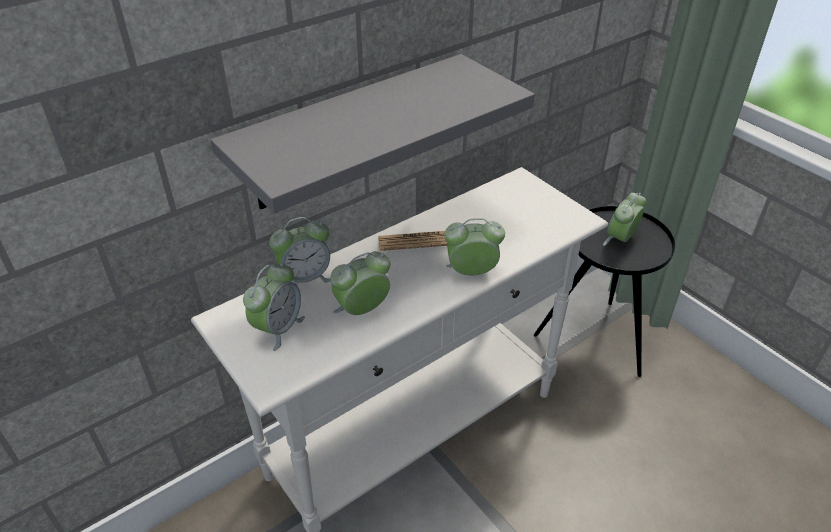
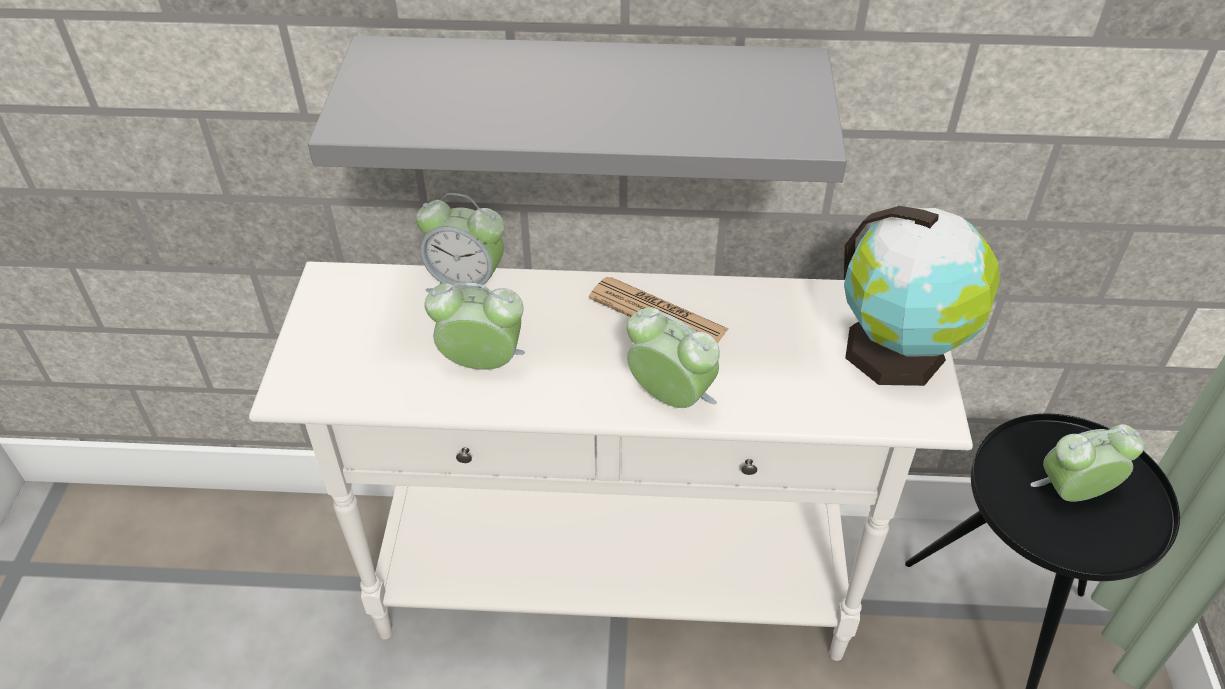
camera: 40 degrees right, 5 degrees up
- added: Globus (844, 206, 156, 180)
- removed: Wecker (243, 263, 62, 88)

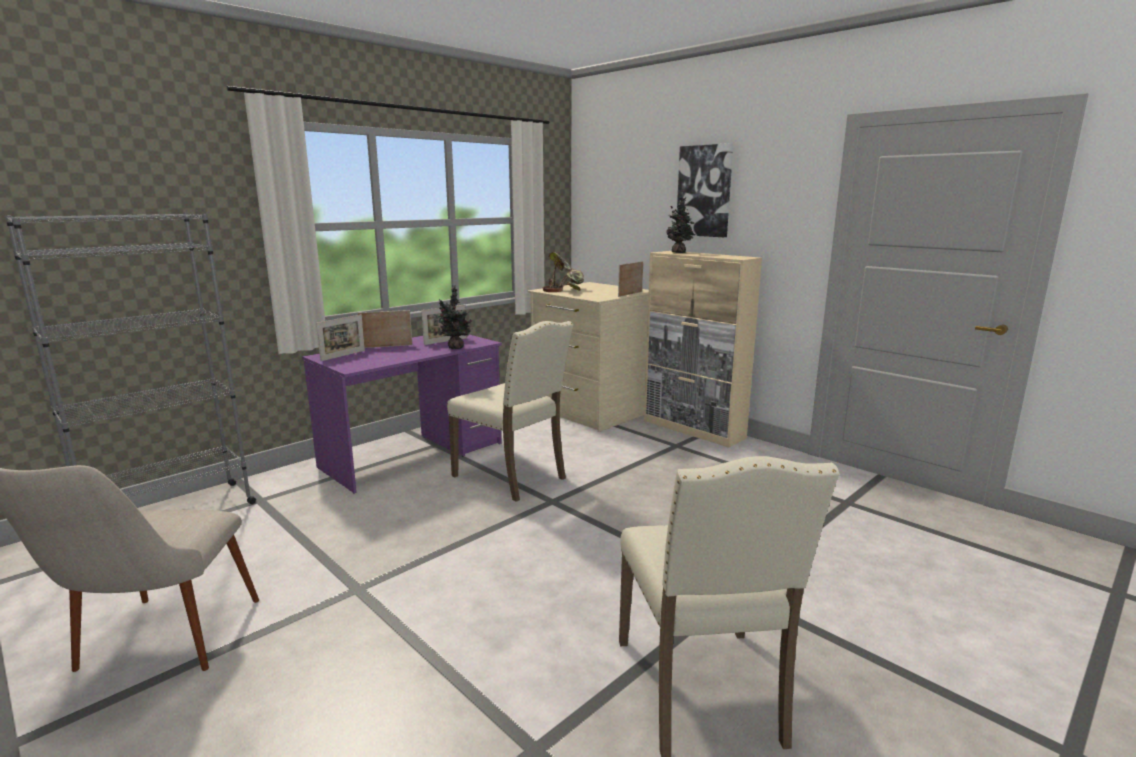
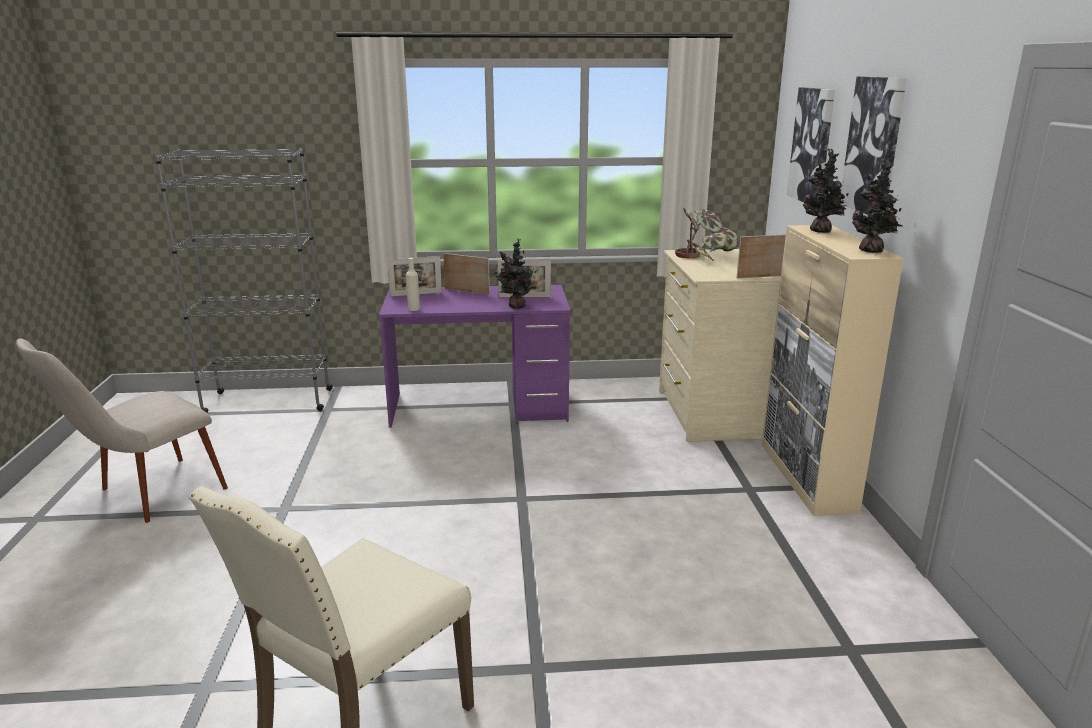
camera: 40 degrees right, 5 degrees up
- added: Flasche [beige] (406, 258, 14, 53)
- added: Bild (787, 87, 48, 116)
- added: Topfpflanze (852, 159, 51, 94)
- removed: Stuhl [beige] (447, 321, 127, 181)

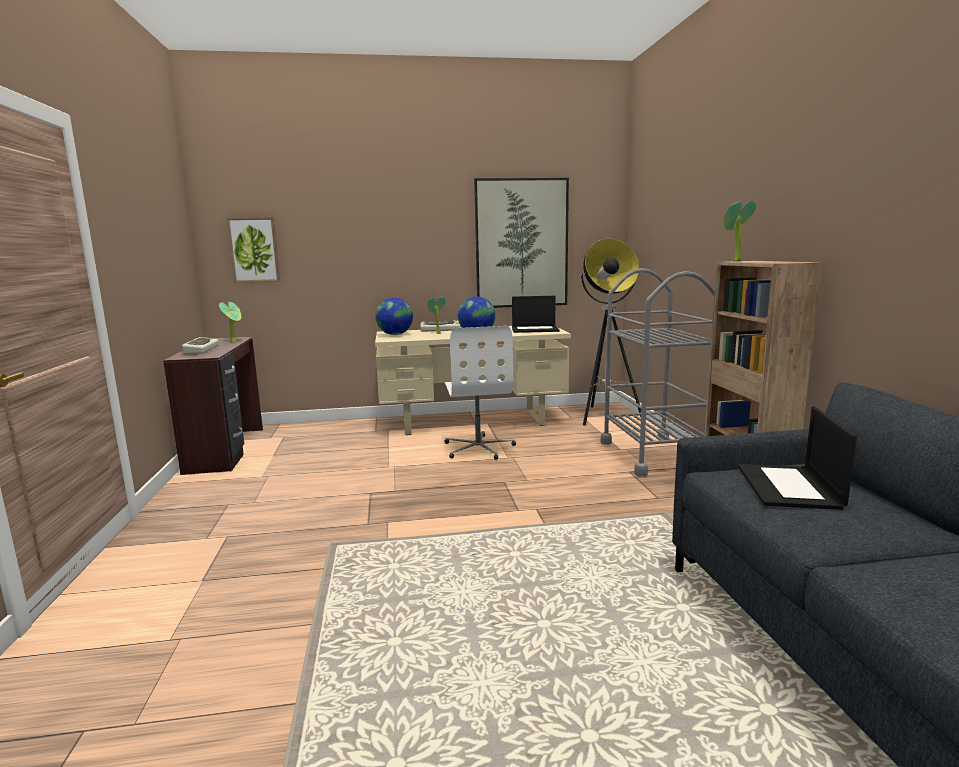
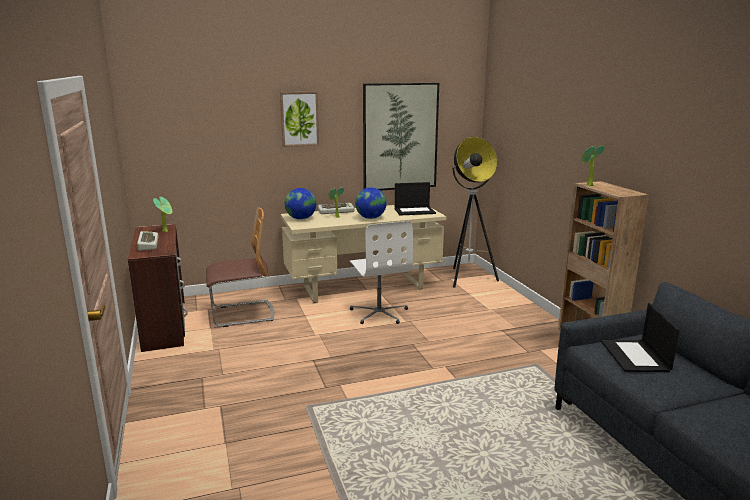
camera: 10 degrees left, 5 degrees up
- added: Stuhl (206, 207, 68, 120)
- moved: Bild (226, 217, 54, 66) to (280, 92, 39, 55)
- removed: Rollwagen [grau] (601, 268, 114, 208)

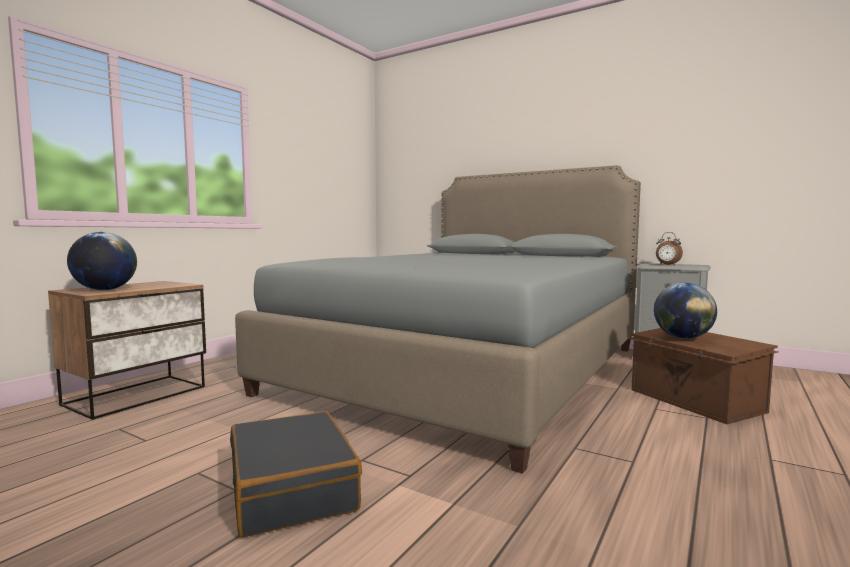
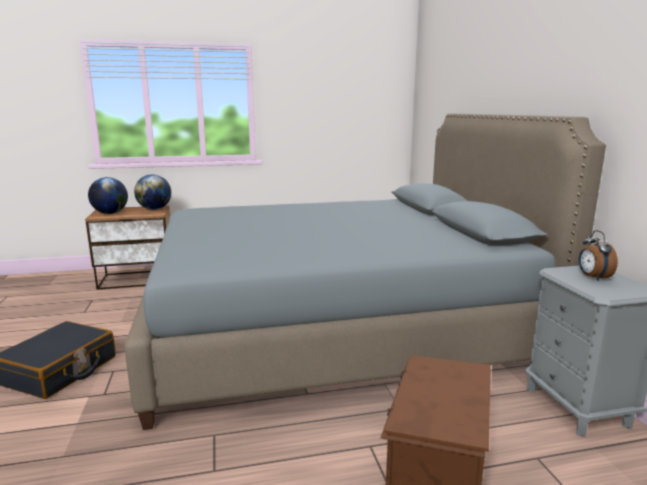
camera: 45 degrees right, 10 degrees up
- moved: Globus (654, 283, 63, 56) to (134, 175, 37, 35)

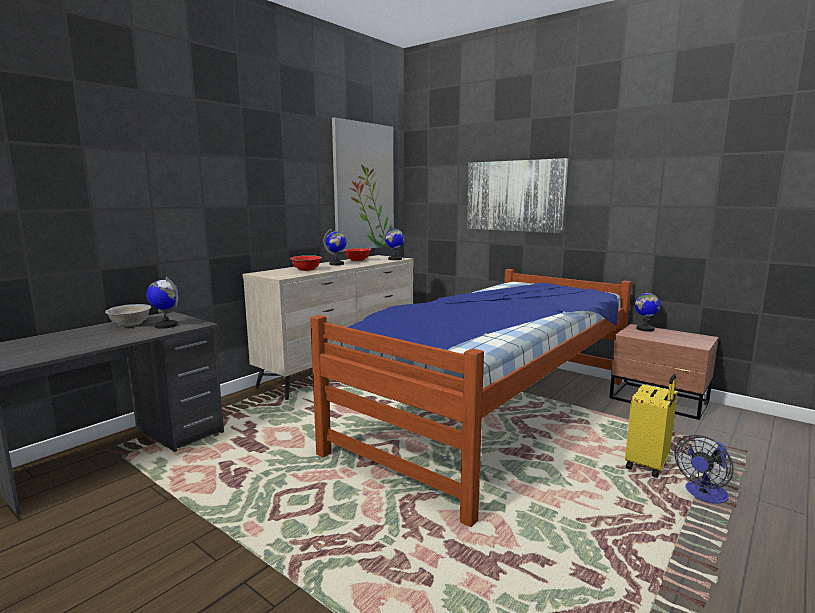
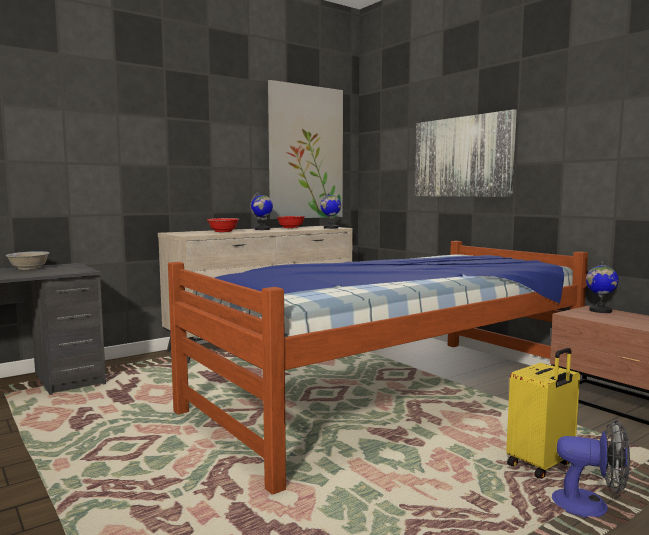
camera: 15 degrees right, 5 degrees down
- turned: Ventilator (674, 435, 60, 69) = (552, 420, 78, 97) 135 degrees counterclockwise
- removed: Globus (146, 277, 33, 52)

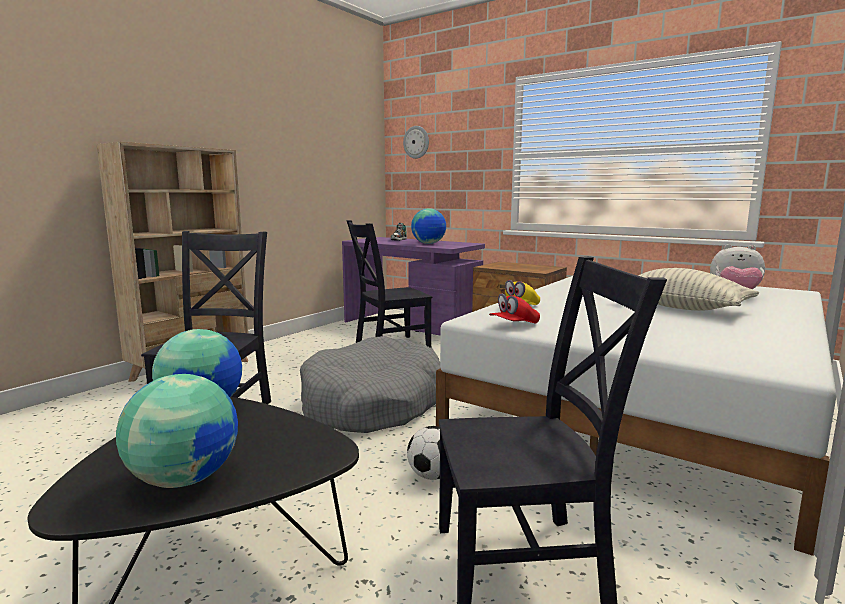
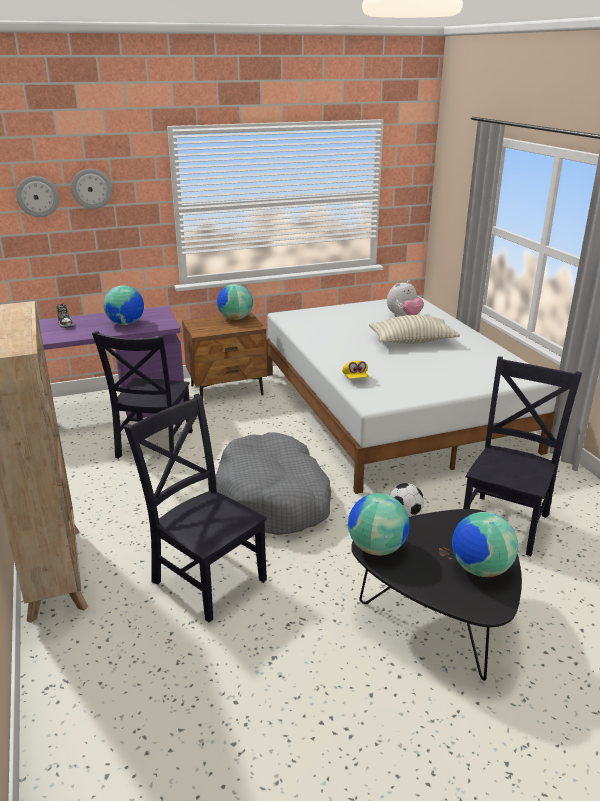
camera: 55 degrees left, 15 degrees up
- added: Wanduhr (71, 169, 41, 40)
- added: Globus (217, 284, 36, 36)
- removed: Kappe [rot] (489, 293, 51, 31)

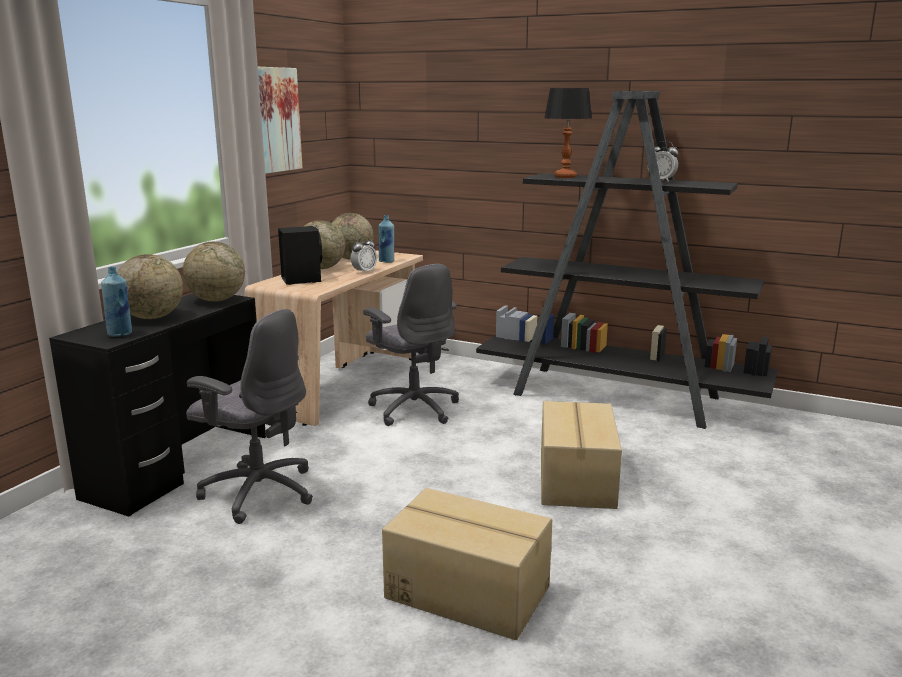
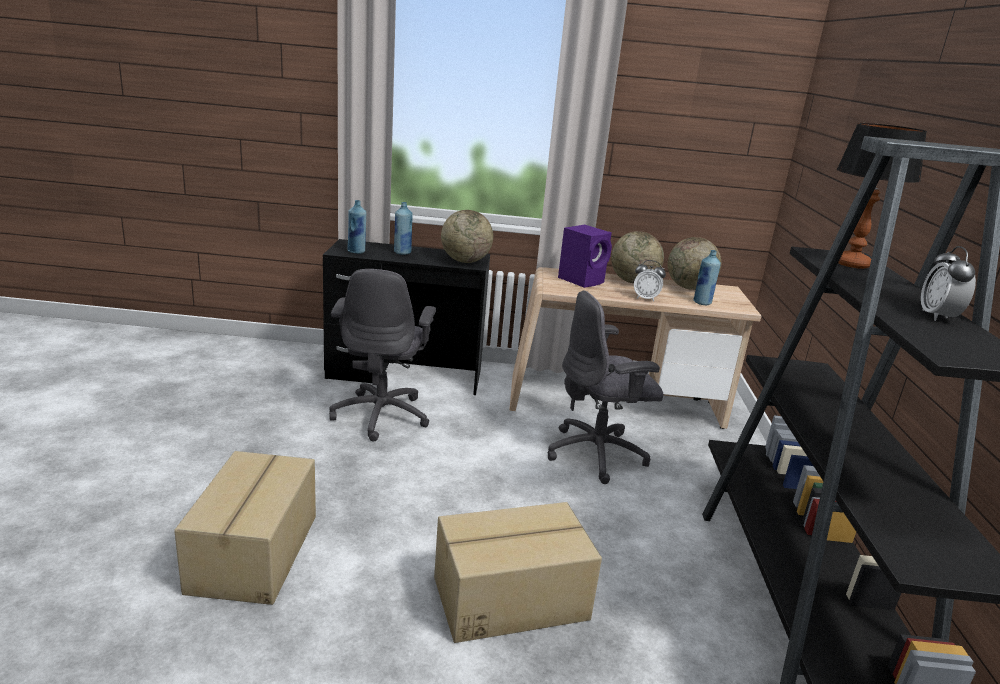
camera: 65 degrees right, 5 degrees up
- replaced: Globus (117, 254, 66, 65) to Flasche [blau] (394, 202, 19, 53)
- turned: Bürostuhl [grau] (363, 264, 96, 162) = (547, 291, 116, 193) 45 degrees clockwise
- recoloured: Lautsprecher [schwarz] (278, 226, 44, 59) to Lautsprecher [lila] (558, 225, 54, 63)
- removed: Bild (258, 67, 44, 107)

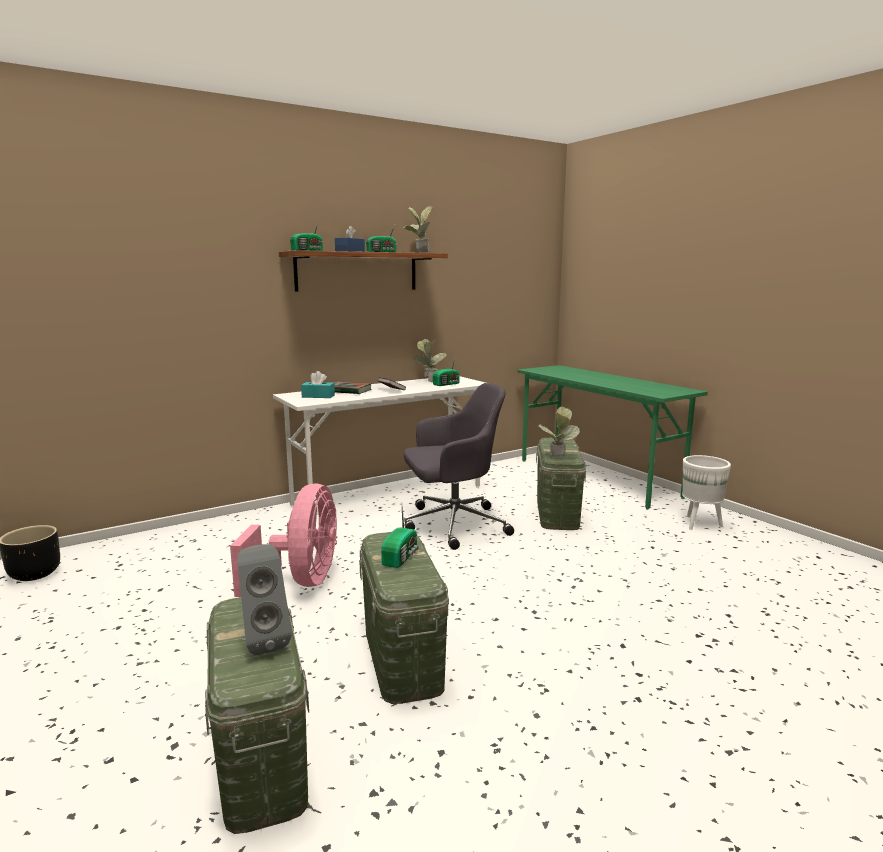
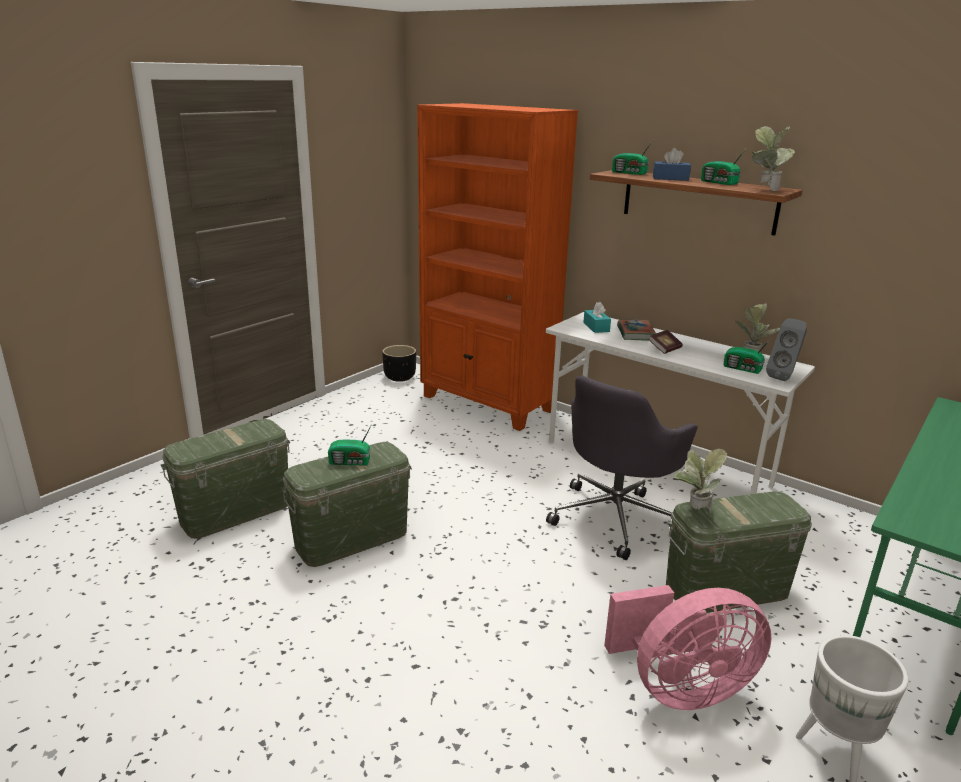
camera: 70 degrees right, 10 degrees up
- added: Bücherregal [orange] (417, 103, 161, 328)
- turned: Bürostuhl [grau] (404, 383, 110, 167) = (546, 376, 152, 184) 75 degrees clockwise
- moved: Ventilator [rosa] (230, 483, 107, 114) to (604, 585, 167, 125)
- moved: Lautsprecher [grau] (238, 544, 54, 111) to (766, 318, 41, 63)

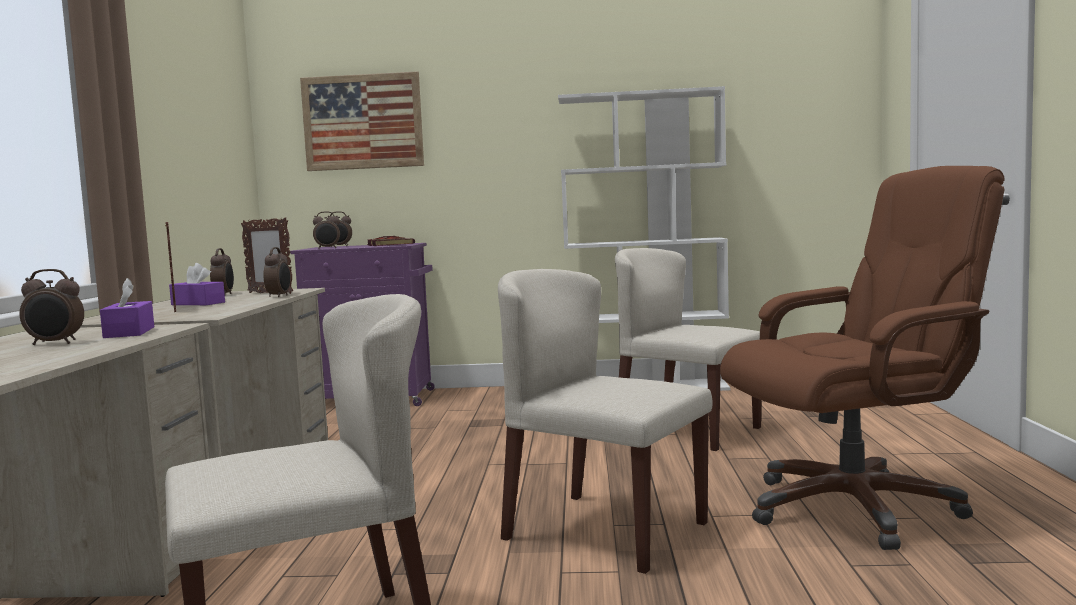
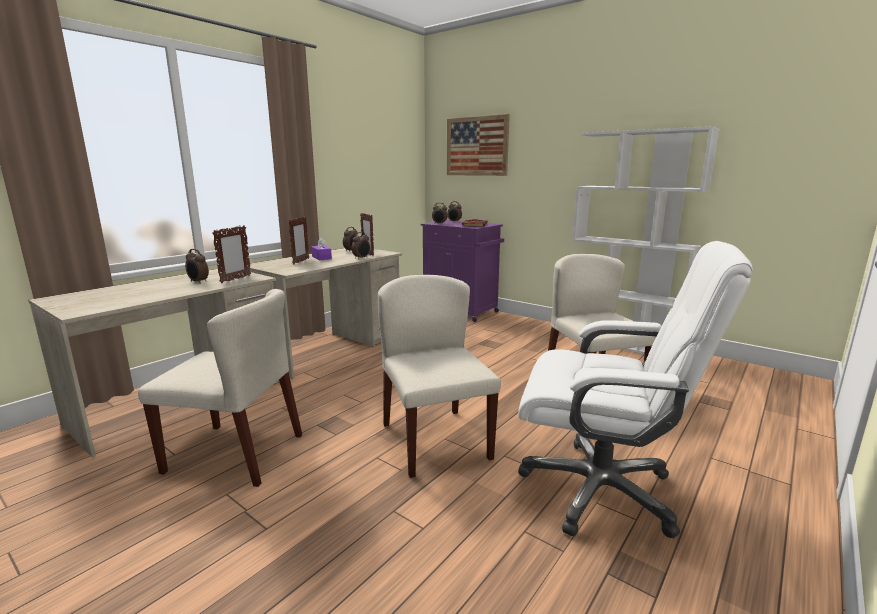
camera: 35 degrees right, 10 degrees up
- replaced: Taschentuchbox [lila] (100, 278, 54, 60) to Bilderrahmen (212, 225, 39, 58)
- recoloured: Bürostuhl [braun] (720, 166, 285, 384) to Bürostuhl [weiß] (518, 241, 235, 297)

